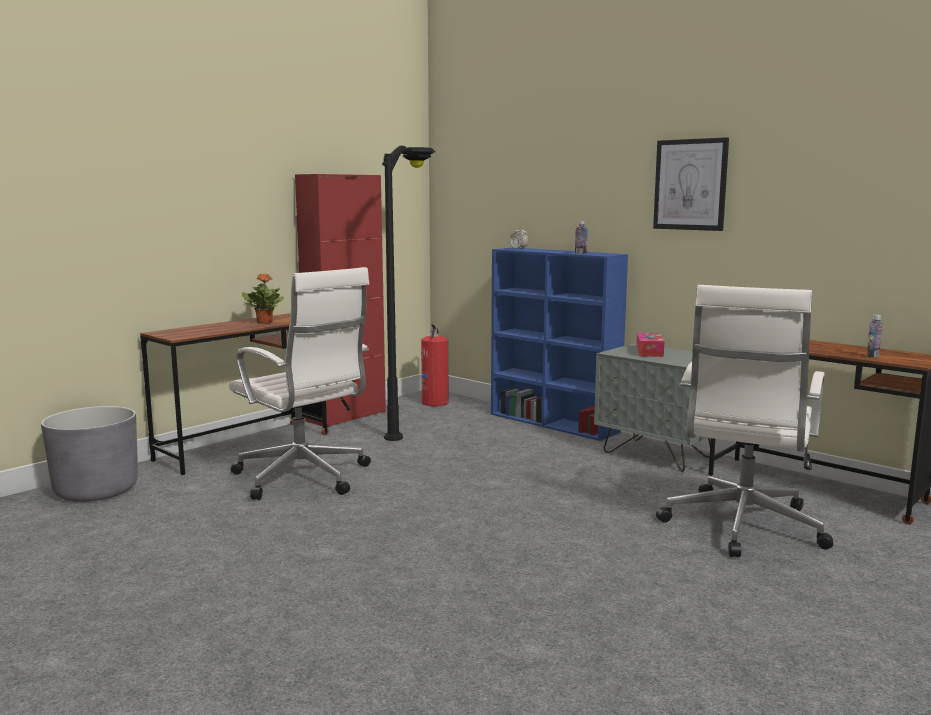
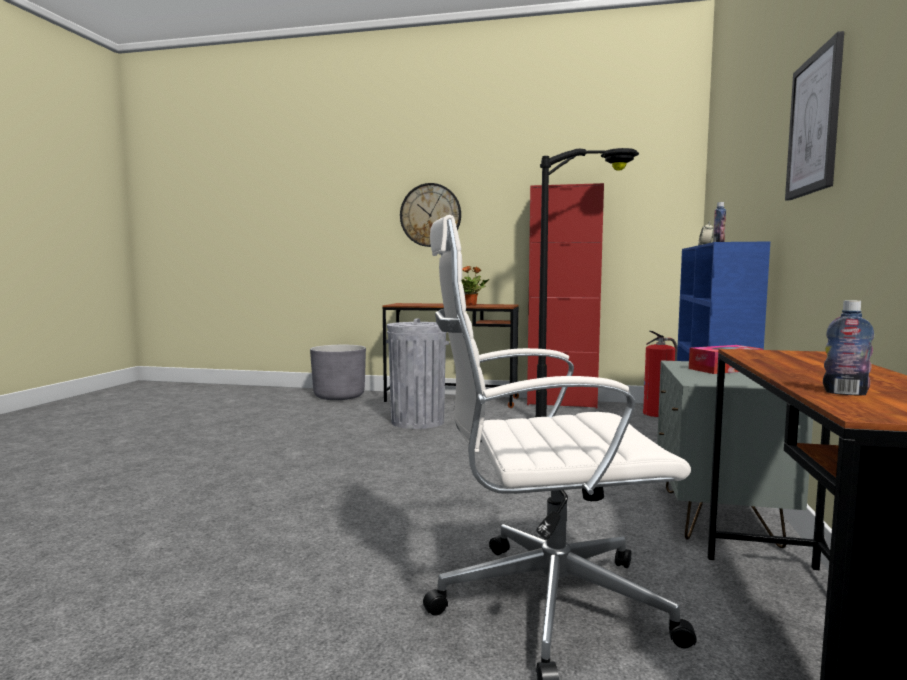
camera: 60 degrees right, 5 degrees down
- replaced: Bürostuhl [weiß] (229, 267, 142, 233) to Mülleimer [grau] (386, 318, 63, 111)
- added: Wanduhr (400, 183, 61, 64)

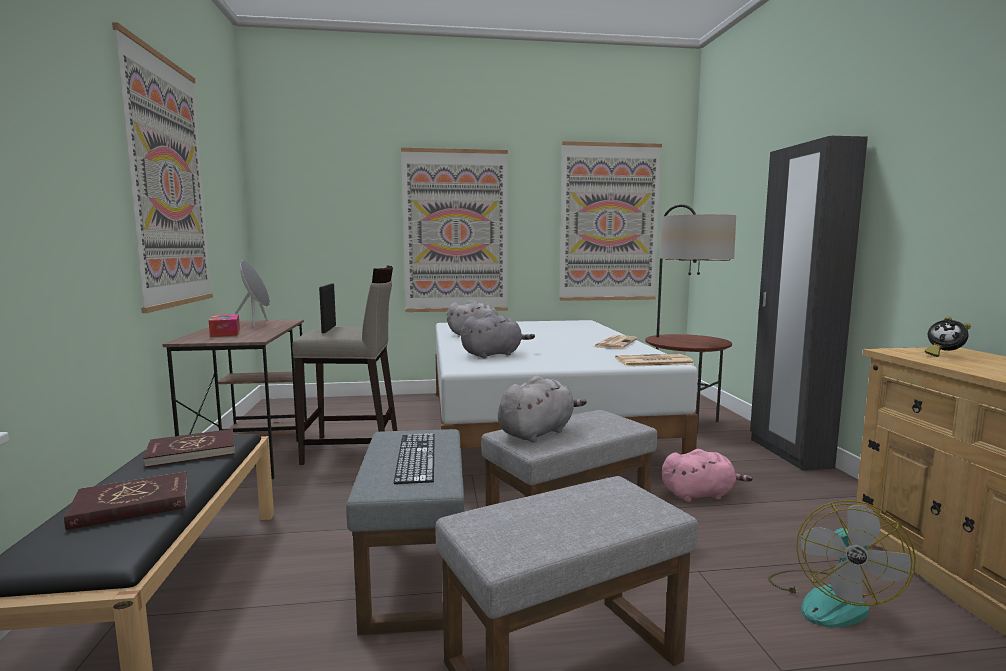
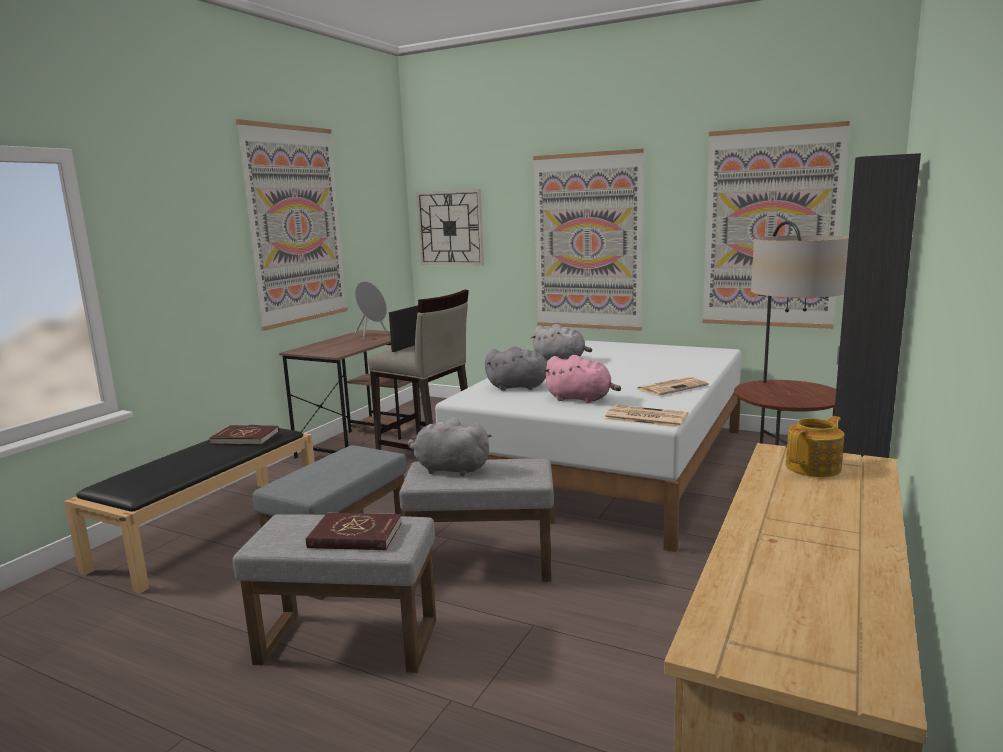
camera: 35 degrees right, 5 degrees up
- moved: Buch [rot] (64, 471, 124, 59) to (306, 513, 96, 37)
- turned: Plüschtier [grau] (498, 376, 89, 66) = (408, 418, 84, 58) 150 degrees counterclockwise
- added: Wanduhr (416, 189, 68, 76)
- moved: Plüschtier [rosa] (662, 449, 91, 53) to (543, 355, 78, 48)
- replaced: Wecker (925, 317, 46, 40) to Teekanne (785, 416, 59, 61)
- removed: Taschentuchbox (209, 314, 31, 23)
- removed: Tastatur (394, 433, 41, 51)
- removed: Ventilator (768, 500, 148, 127)

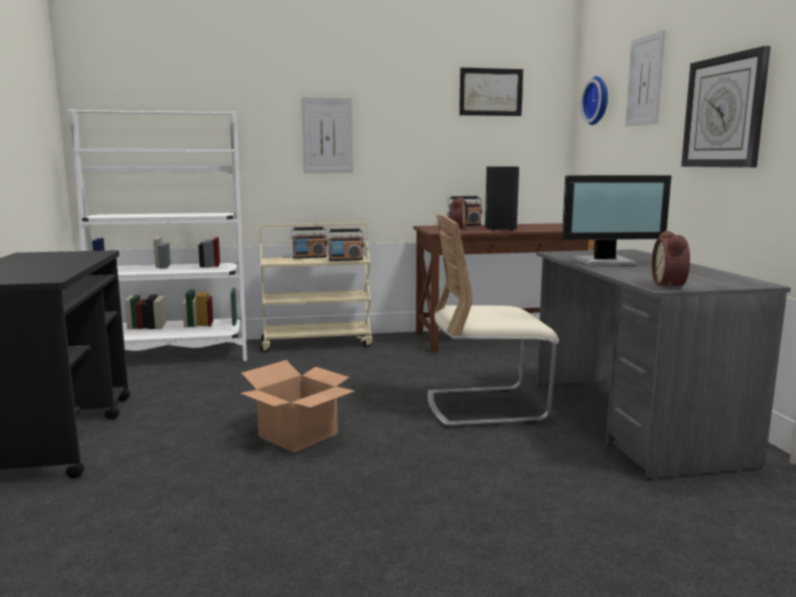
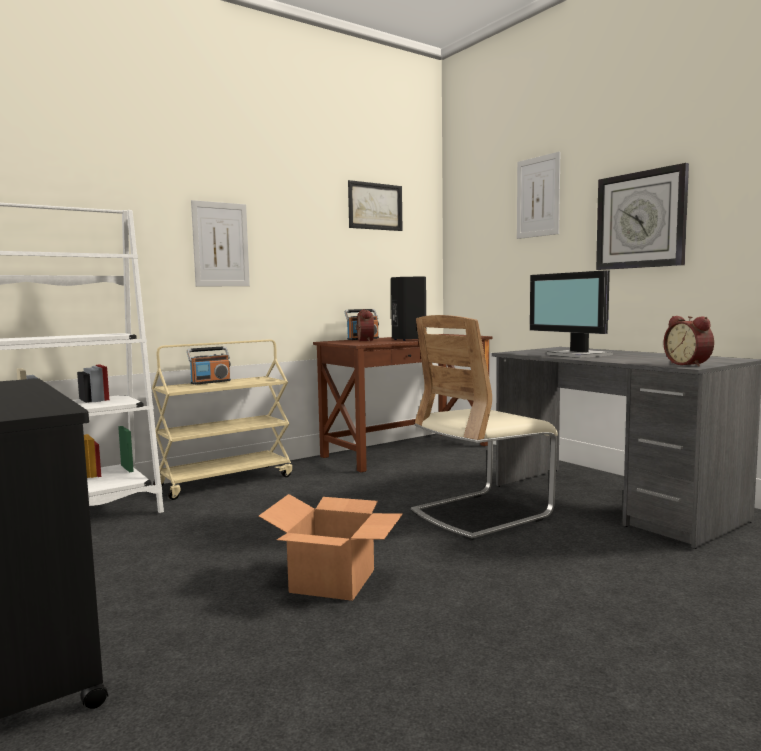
camera: 25 degrees left, 5 degrees down
- turned: Monitor (562, 175, 110, 91) = (530, 270, 83, 88) 90 degrees clockwise
- removed: Radio (326, 229, 38, 32)
- removed: Wanduhr (581, 76, 27, 49)

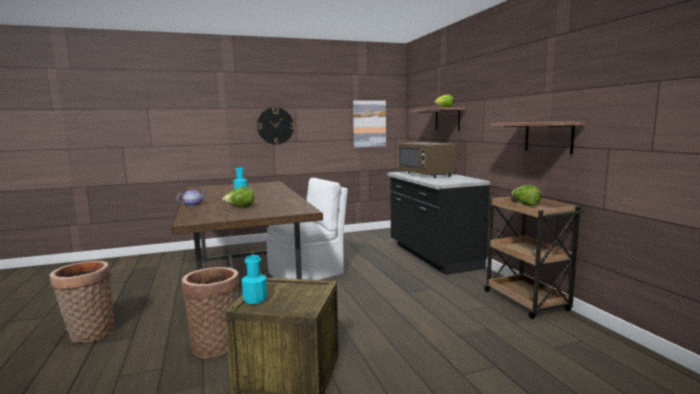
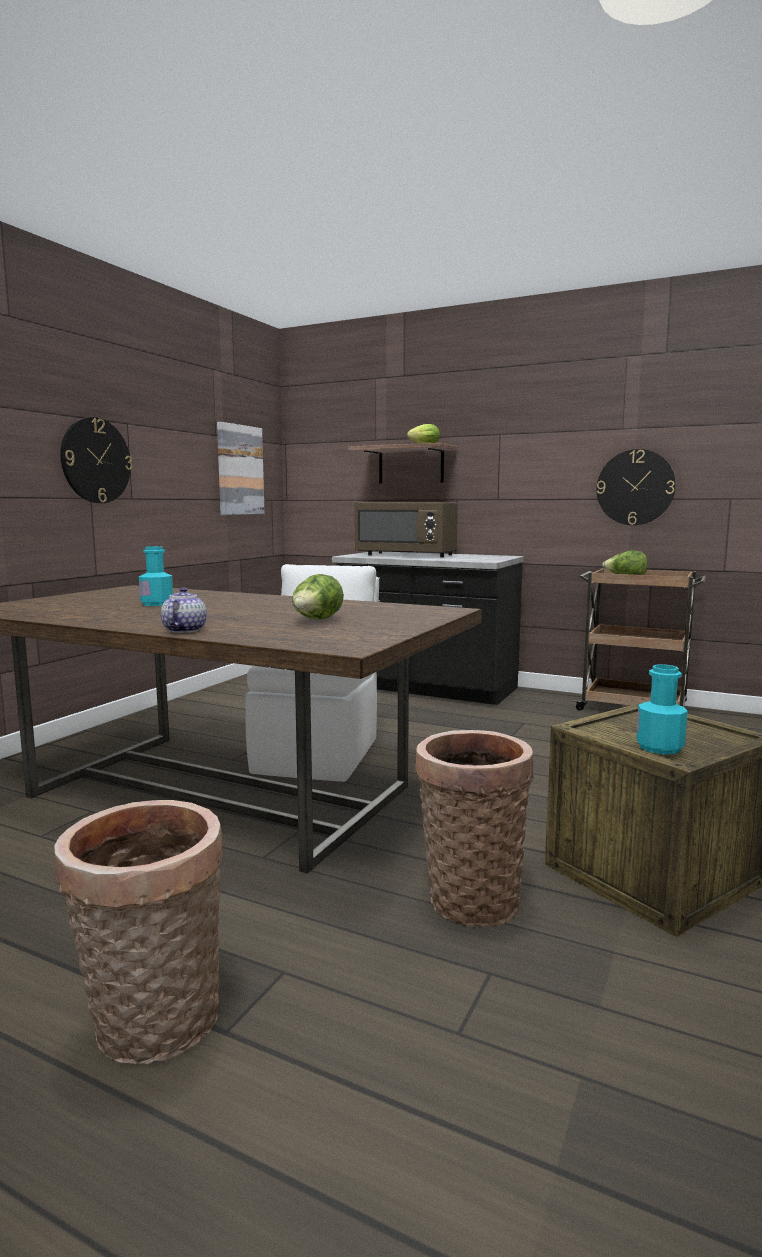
camera: 45 degrees left, 0 degrees up
- replaced: Wandregal (491, 121, 94, 33) to Wanduhr (597, 449, 79, 76)

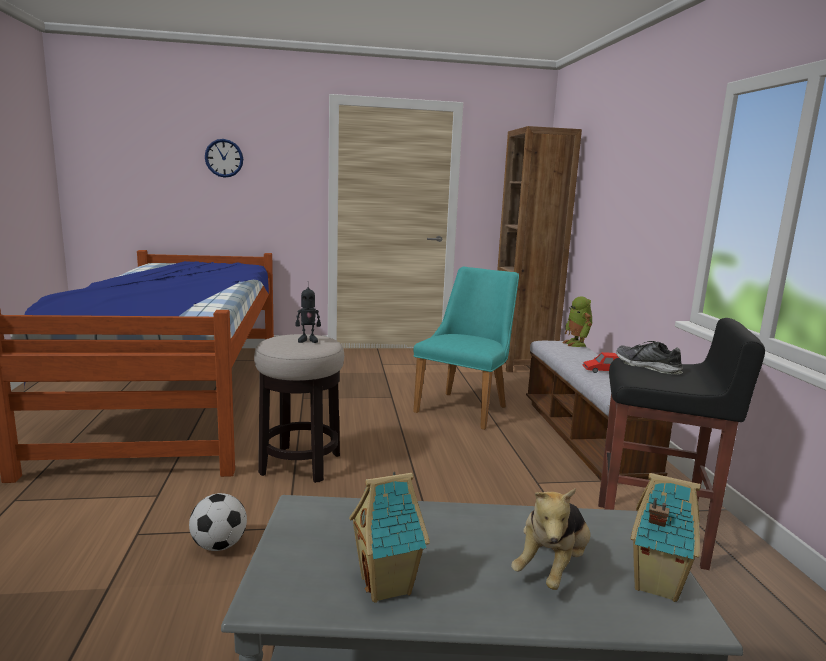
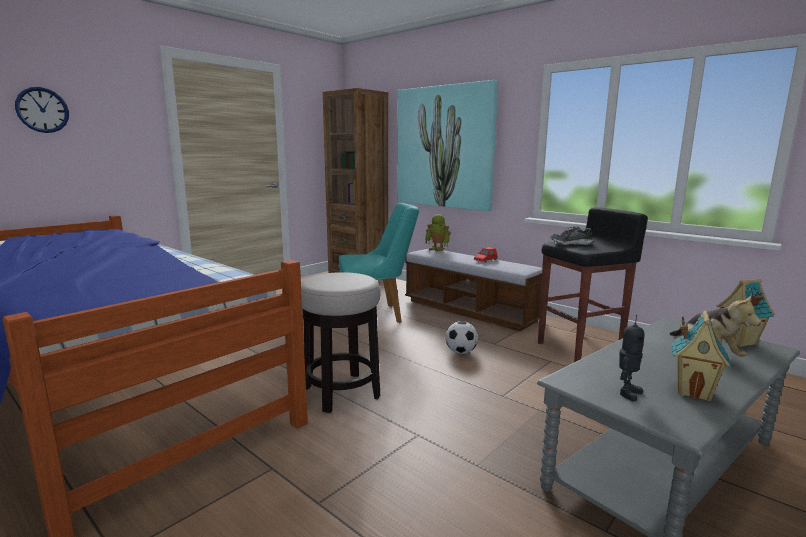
camera: 40 degrees left, 0 degrees up
- turned: Stuhl [türkis] (413, 267, 106, 163) = (339, 203, 80, 120) 90 degrees clockwise
- added: Bild (397, 80, 101, 131)
- moved: Fußball (189, 493, 58, 58) to (445, 321, 33, 33)
- moved: Spielzeugroboter (295, 281, 26, 62) to (619, 315, 25, 87)

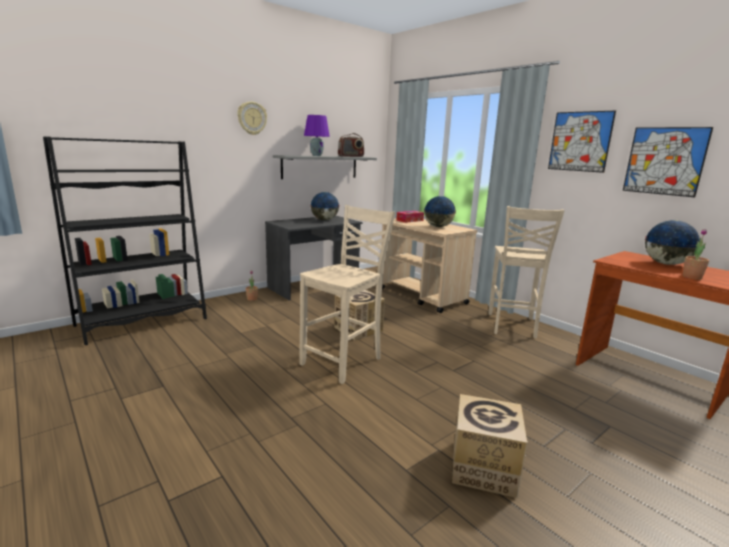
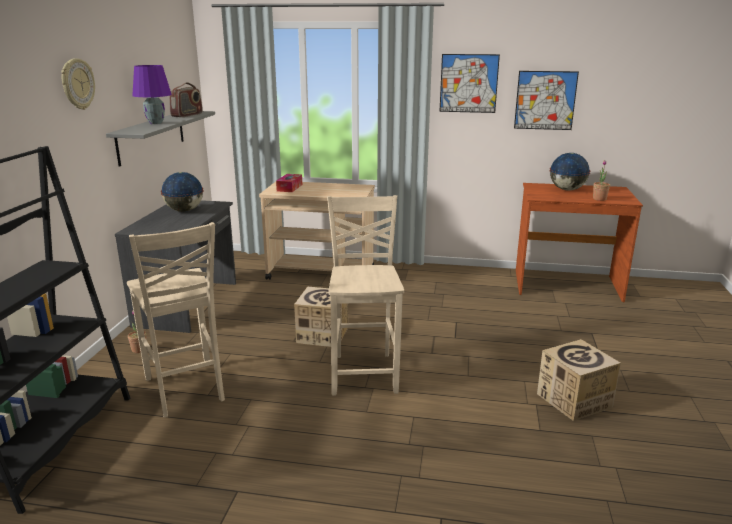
camera: 40 degrees left, 5 degrees up
- moved: Stuhl [beige] (488, 206, 77, 132) to (127, 222, 98, 196)
- removed: Globus (424, 196, 32, 31)

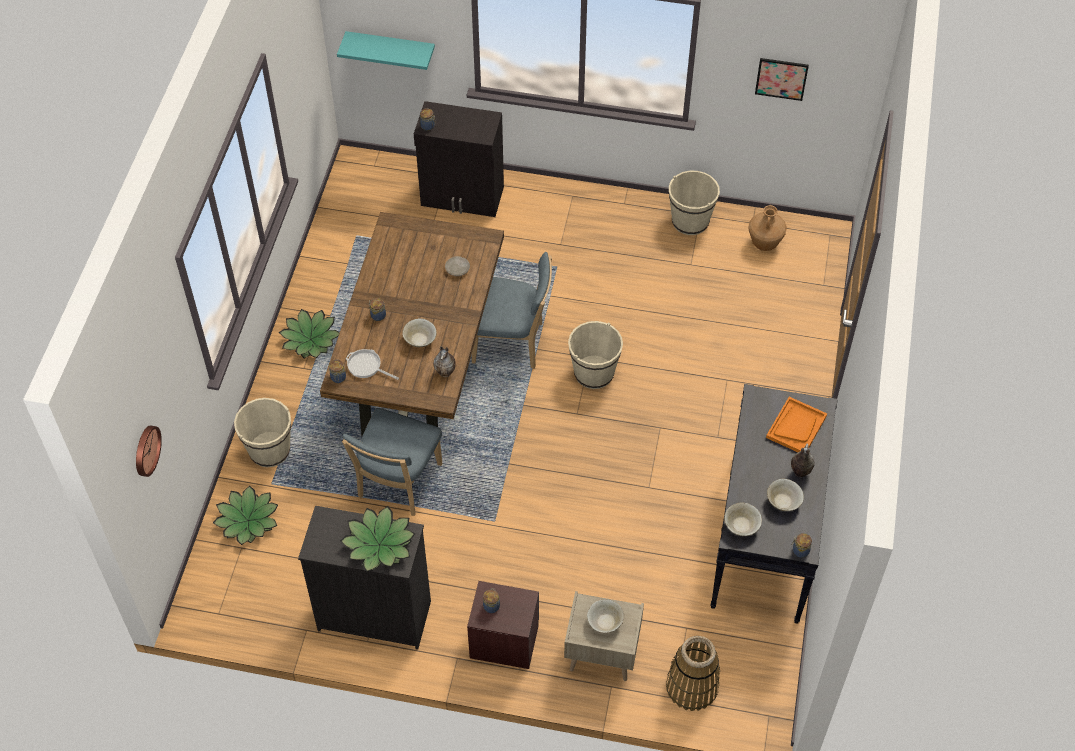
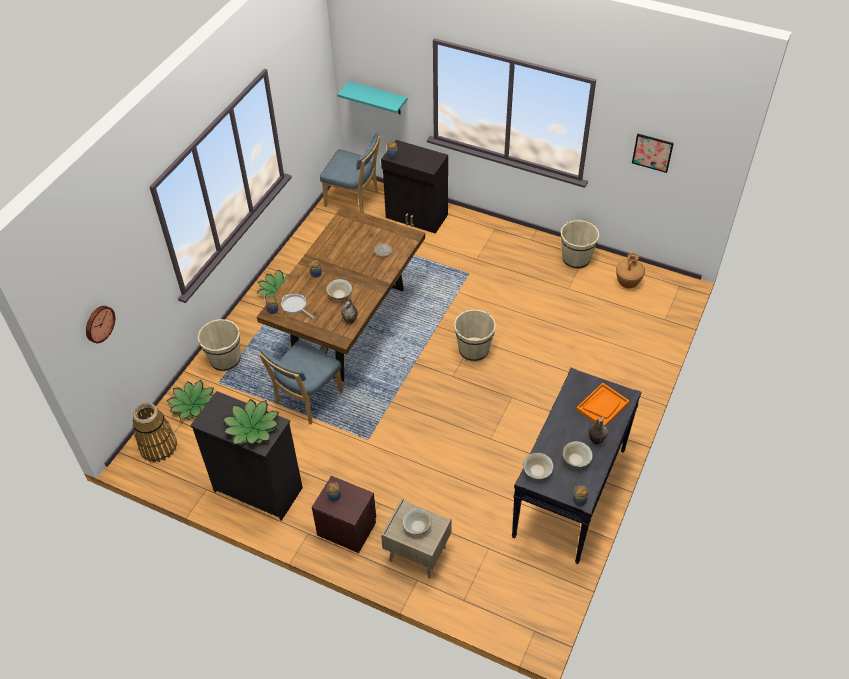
camera: 15 degrees right, 5 degrees down
- moved: Korb (666, 636, 54, 75) to (133, 403, 44, 60)
- moved: Stuhl [blau] (472, 252, 80, 117) to (320, 133, 60, 80)

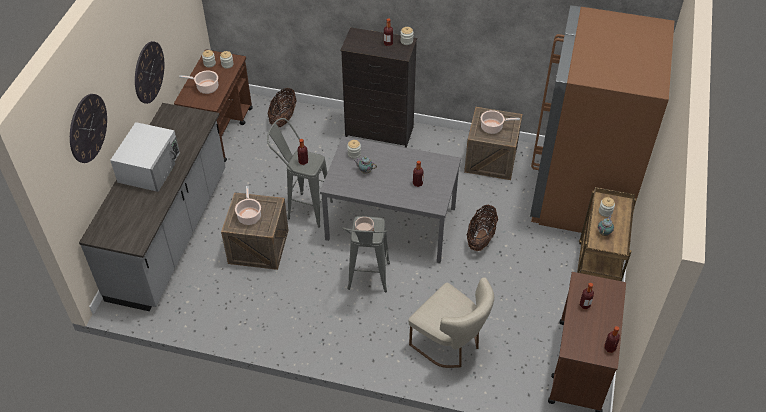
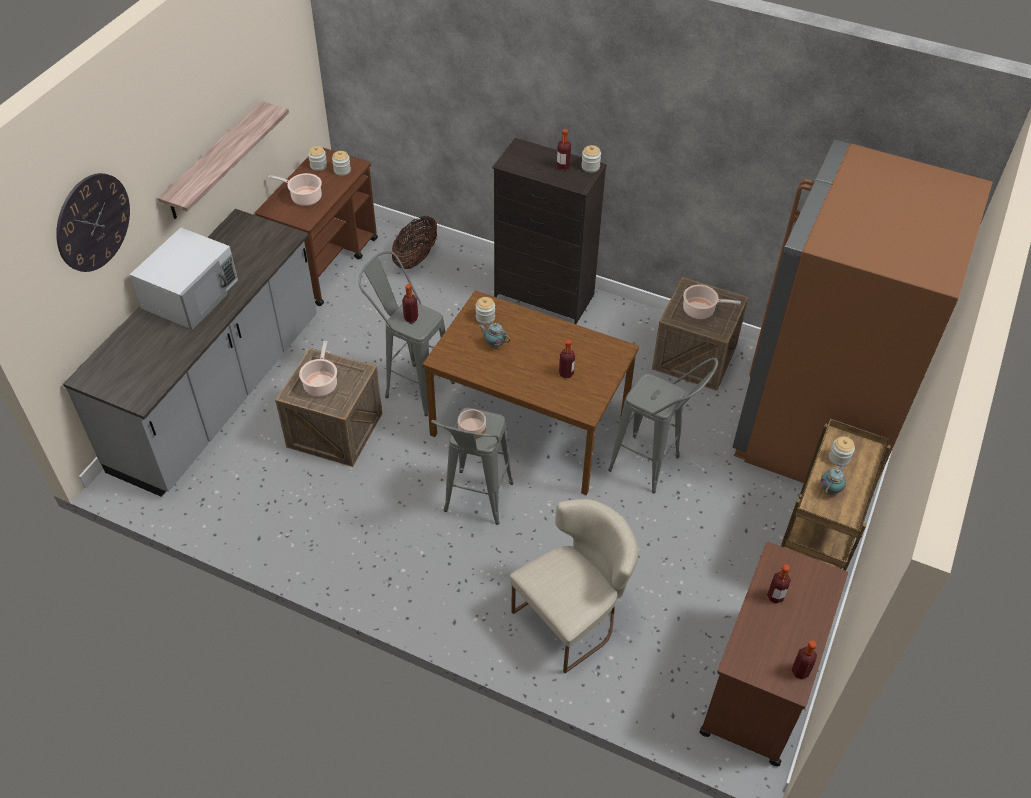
camera: 10 degrees right, 0 degrees up
- replaced: Wanduhr (135, 41, 29, 63) to Wandregal (158, 101, 131, 118)
- recoloured: Esstisch [grau] (320, 136, 141, 127) to Esstisch [braun] (422, 290, 217, 205)
- turned: Stuhl [beige] (408, 277, 86, 91) = (510, 499, 129, 174) 90 degrees counterclockwise
- replaced: Korb (467, 205, 31, 46) to Hocker [grau] (608, 358, 110, 135)

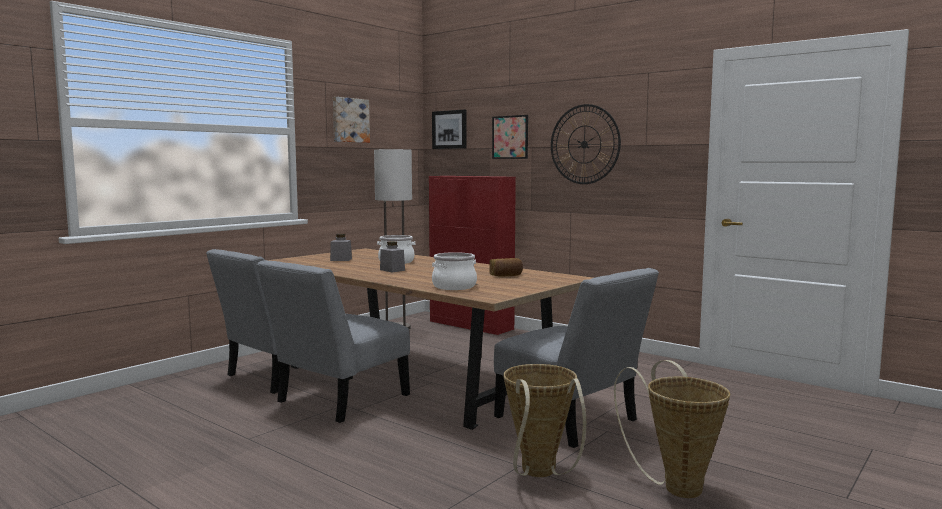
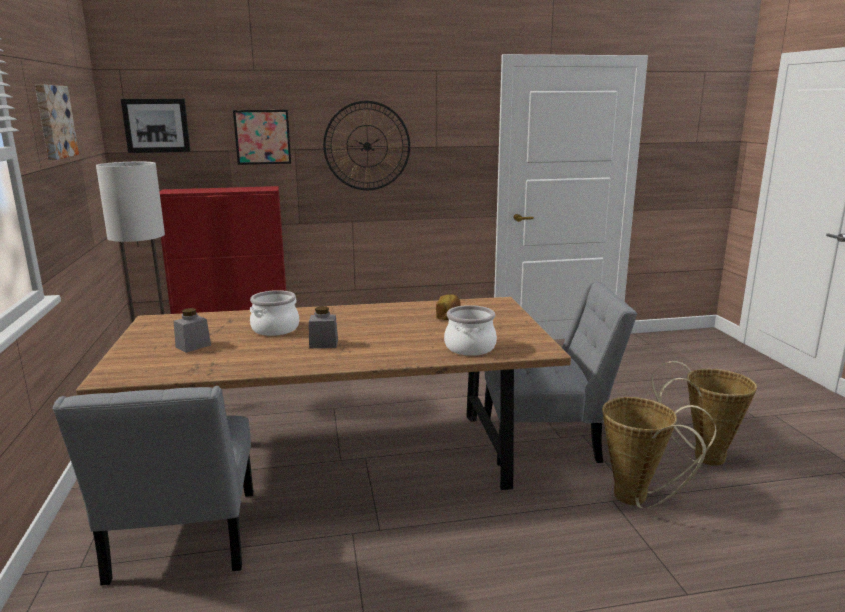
camera: 50 degrees left, 10 degrees up
- removed: Stuhl [grau] (256, 260, 154, 163)

